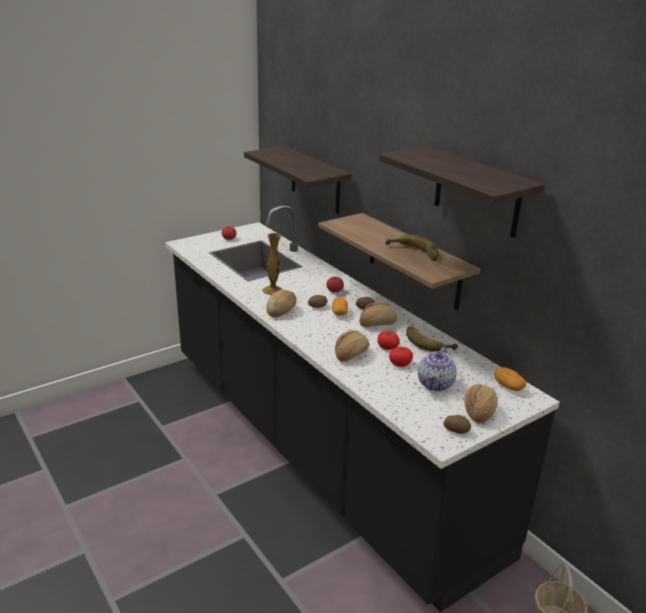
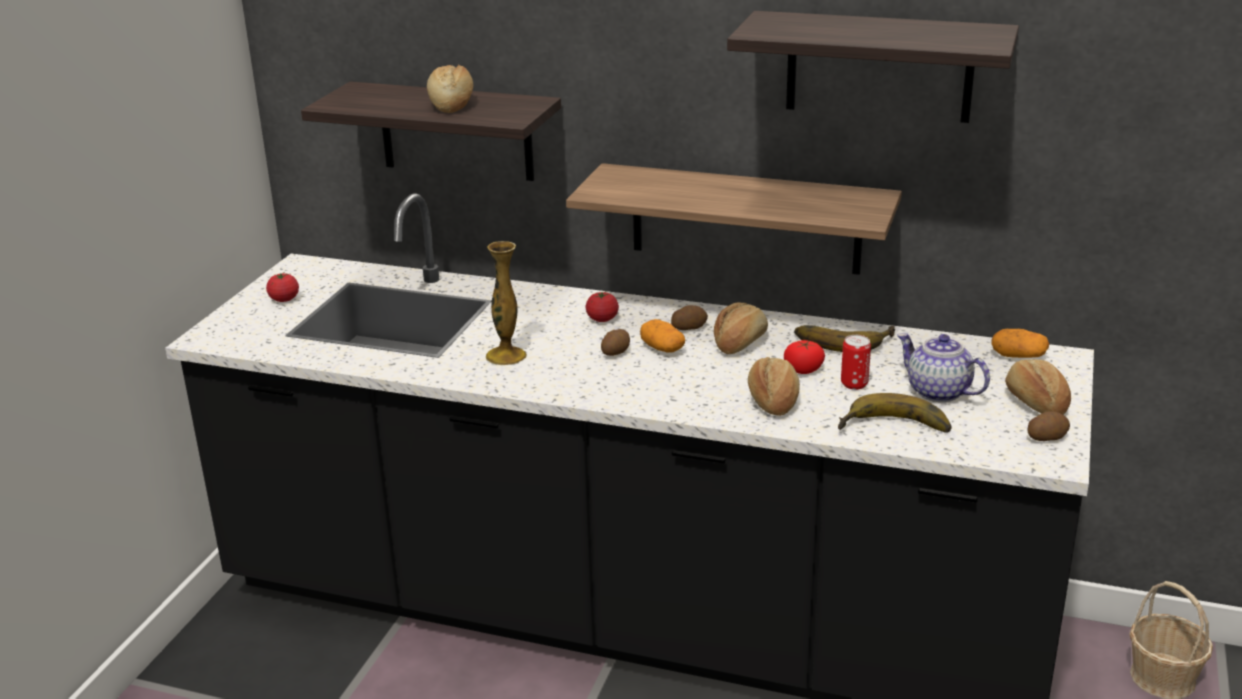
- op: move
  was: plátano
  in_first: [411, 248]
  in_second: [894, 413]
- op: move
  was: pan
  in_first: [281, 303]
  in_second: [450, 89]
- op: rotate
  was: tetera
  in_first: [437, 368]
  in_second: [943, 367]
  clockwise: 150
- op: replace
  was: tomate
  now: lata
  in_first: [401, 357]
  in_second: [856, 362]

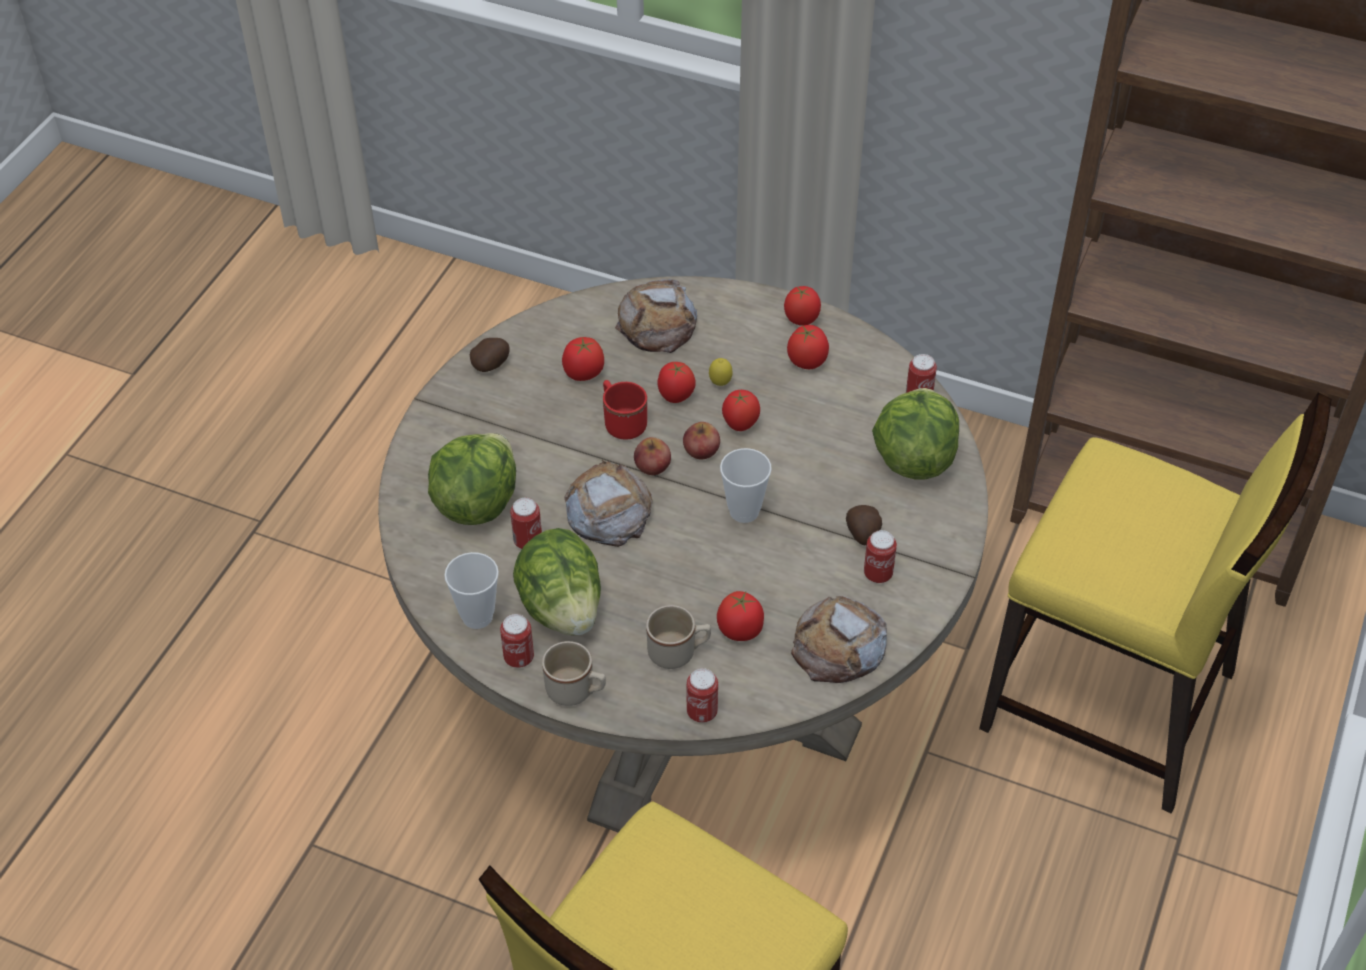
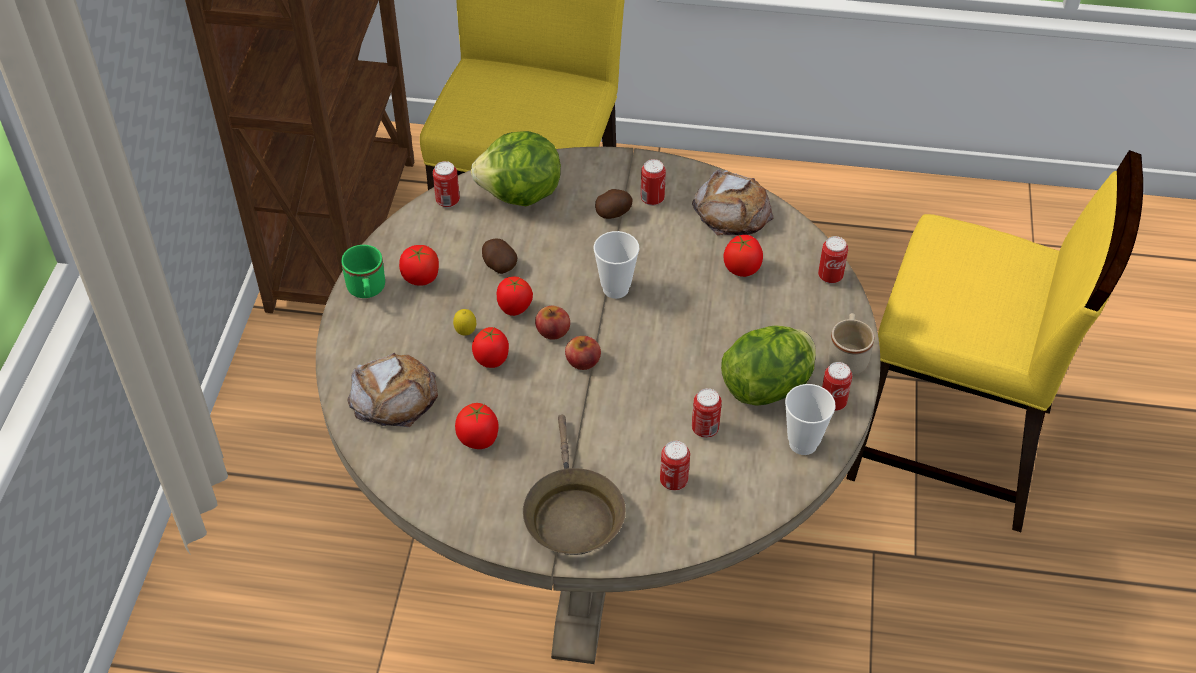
- op: replace
  was: tomate
  now: taza grande (verde)
  in_first: [802, 306]
  in_second: [363, 271]
- op: move
  was: patata
  in_first: [489, 355]
  in_second: [499, 256]
- op: delete
  was: taza grande (rojo)
  in_first: [625, 410]
- op: replace
  was: lechuga
  now: lata
  in_first: [472, 479]
  in_second: [675, 466]
- op: delete
  was: pan
  in_first: [608, 503]
- op: delete
  was: taza grande (beis)
  in_first: [678, 637]
- op: insert
  now: sartén (marrón)
  in_second: [574, 485]

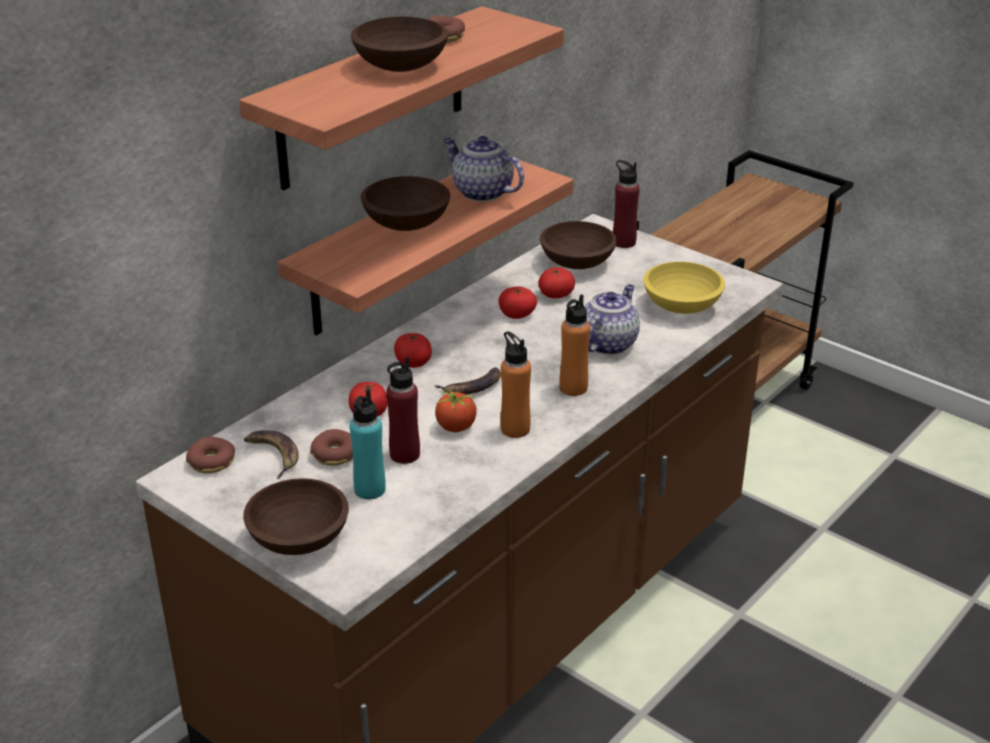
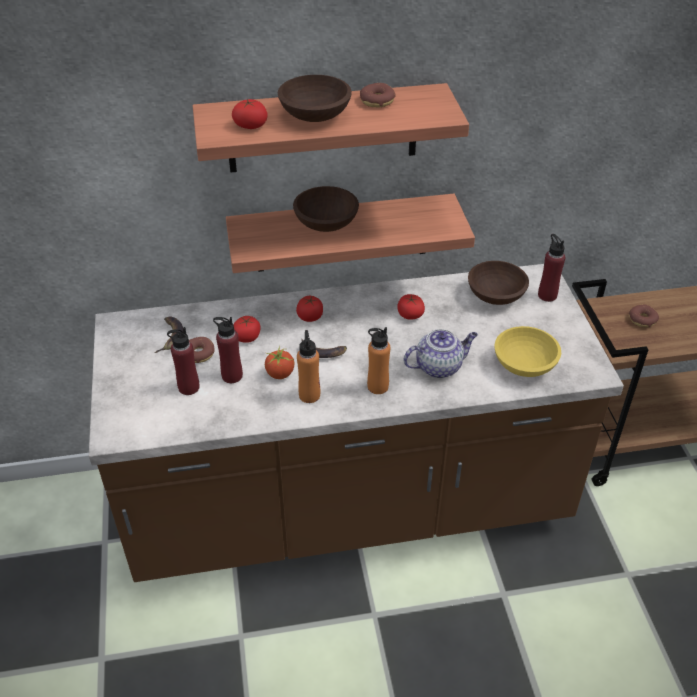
- op: delete
  was: tetera
  in_first: [483, 169]
- op: move
  was: tomate
  in_first: [556, 282]
  in_second: [250, 114]
- op: recolor
  was: botella (turquesa)
  now: botella (rojo)
  in_first: [367, 444]
  in_second: [183, 361]
- op: move
  was: rosquilla
  in_first: [210, 455]
  in_second: [644, 315]
- op: delete
  was: cuenco (marrón)
  in_first: [296, 516]

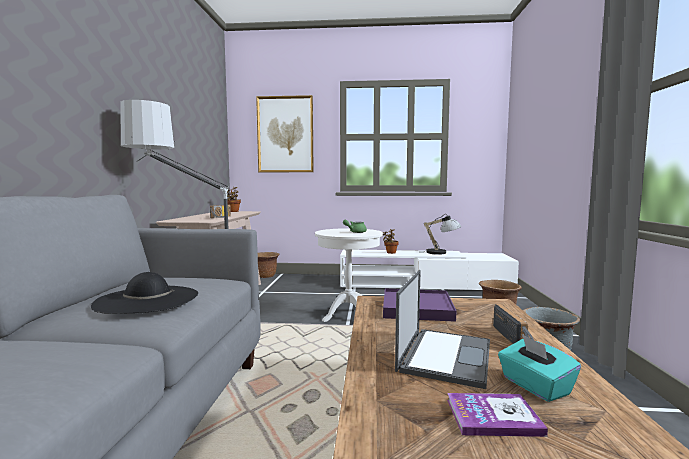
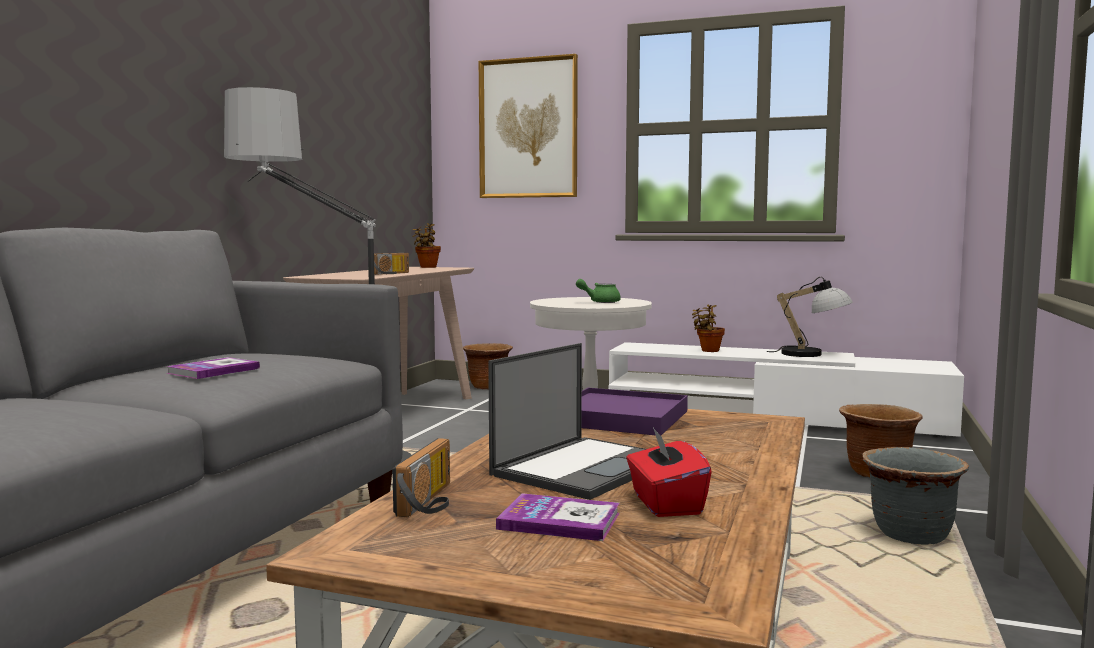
- op: replace
  was: sombrero (negro)
  now: libro
  in_first: [144, 293]
  in_second: [213, 368]
- op: move
  was: radio
  in_first: [513, 324]
  in_second: [421, 478]
- op: recolor
  was: caja de pañuelos (turquesa)
  now: caja de pañuelos (rojo)
  in_first: [539, 368]
  in_second: [669, 472]

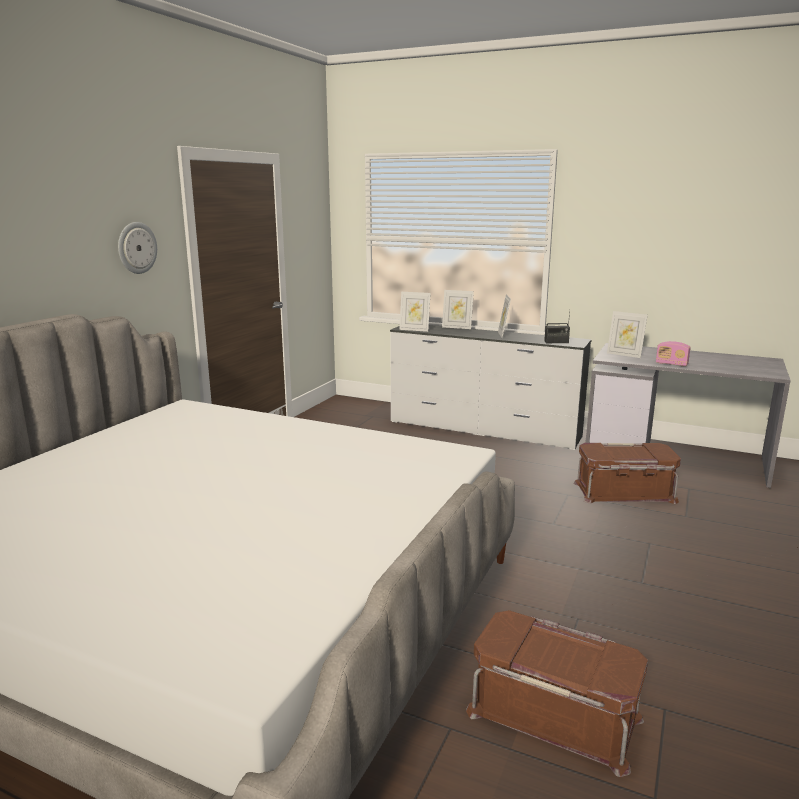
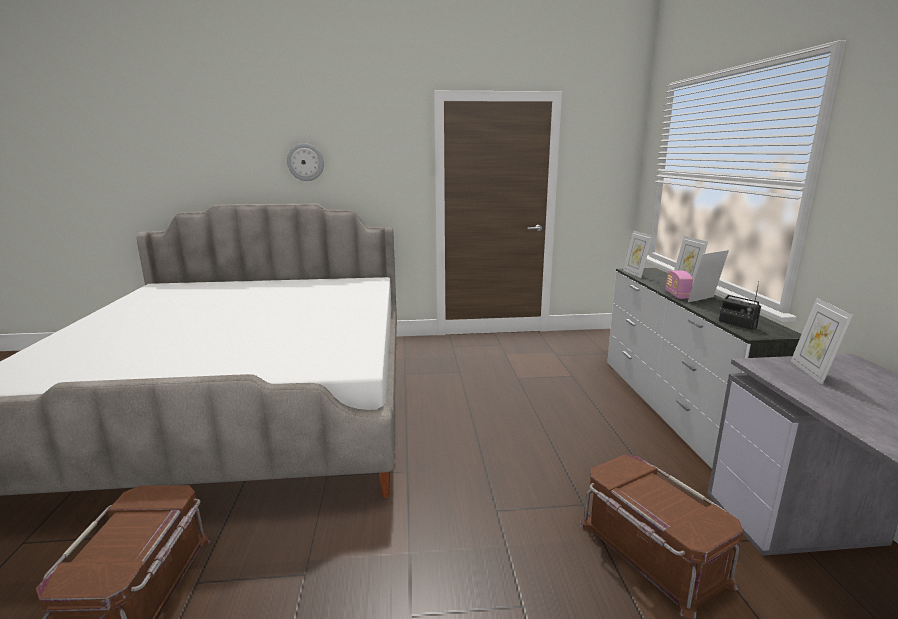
- op: move
  was: reloj de pared
  in_first: [137, 248]
  in_second: [305, 162]
- op: move
  was: radio
  in_first: [673, 354]
  in_second: [679, 285]

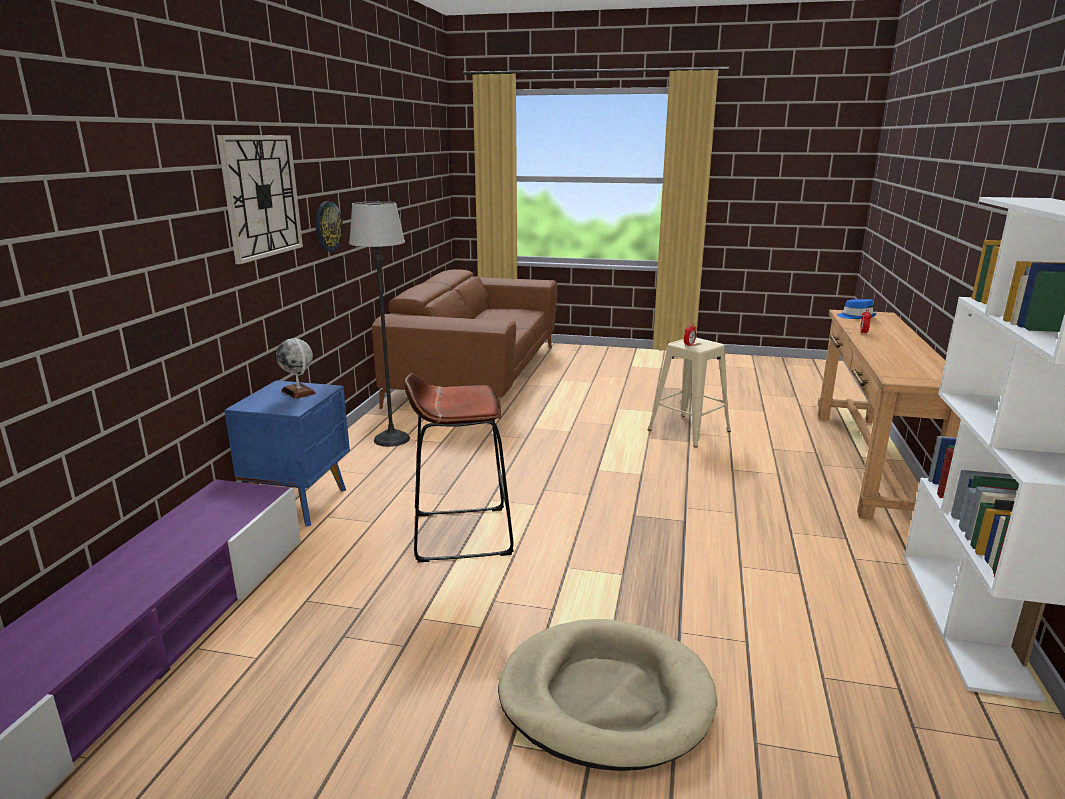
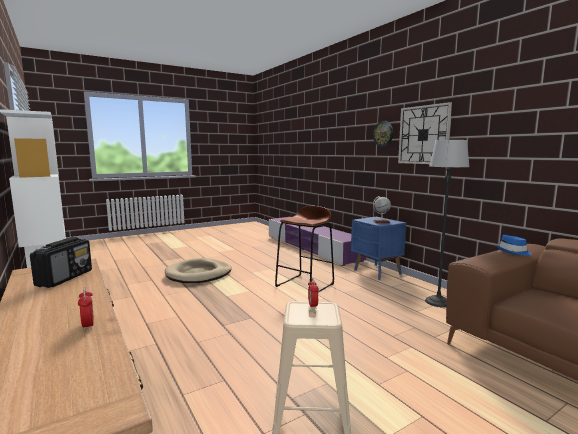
- op: move
  was: reloj de pared
  in_first: [329, 226]
  in_second: [383, 134]
- op: move
  was: sombrero (azul)
  in_first: [857, 309]
  in_second: [514, 245]
- op: insert
  now: radio
  in_second: [61, 262]

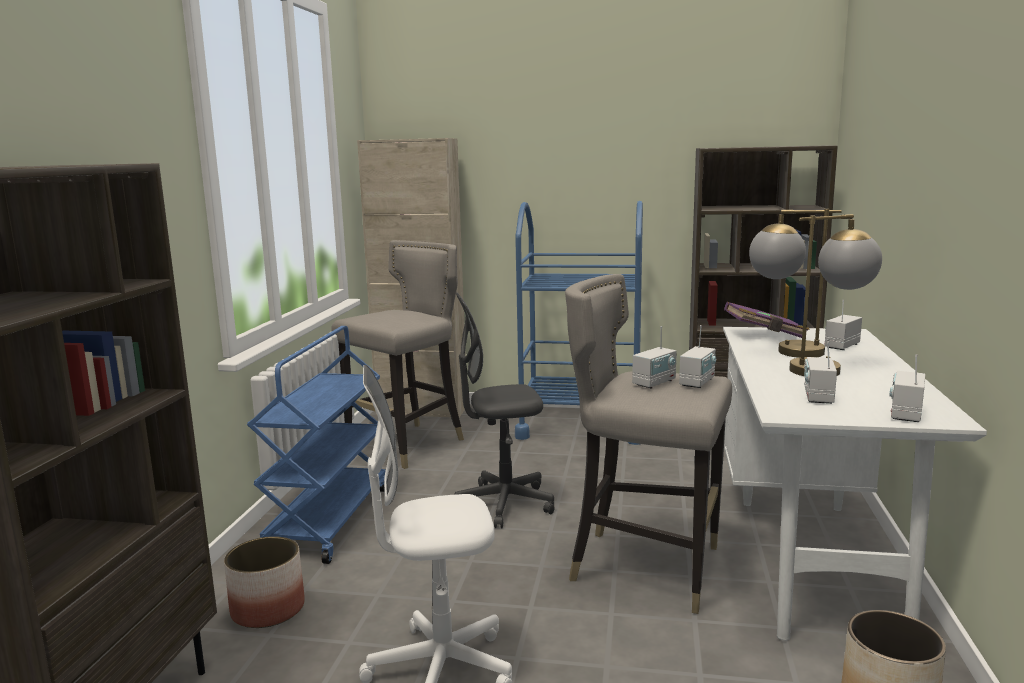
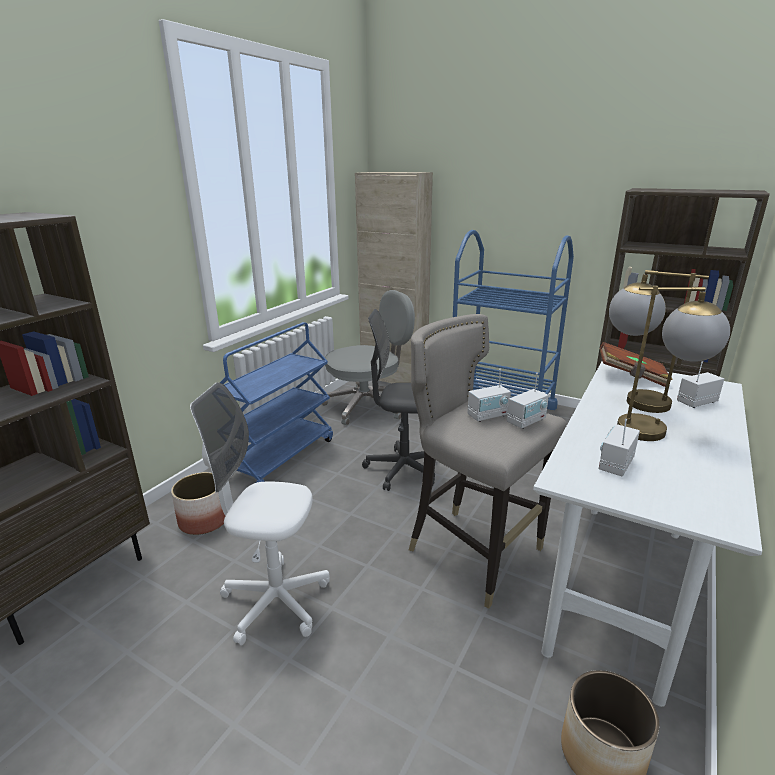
- op: replace
  was: taburete (gris)
  now: silla de oficina (gris)
  in_first: [397, 354]
  in_second: [368, 357]
- op: recolor
  was: libro (morado)
  now: libro (marrón)
  in_first: [767, 320]
  in_second: [636, 364]
- op: delete
  was: radio
  in_first: [907, 388]

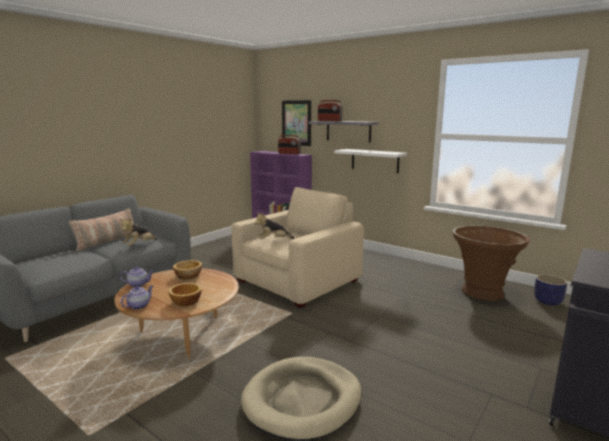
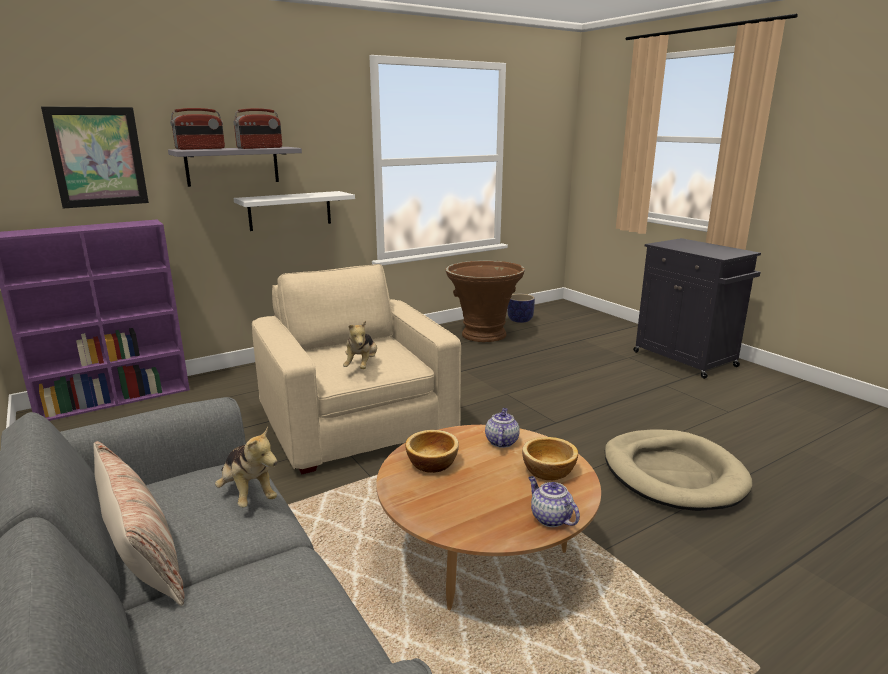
- op: move
  was: radio
  in_first: [289, 144]
  in_second: [258, 128]
- op: move
  was: tetera
  in_first: [137, 277]
  in_second: [502, 428]

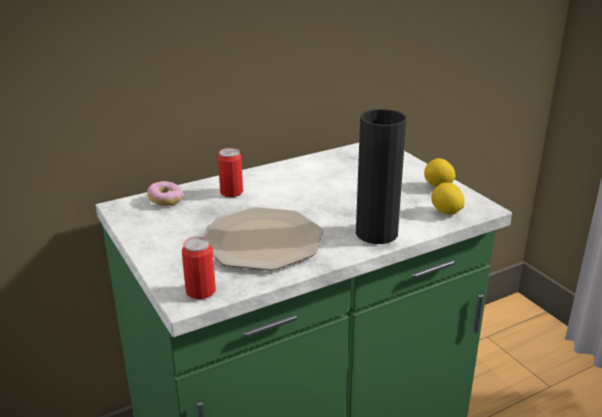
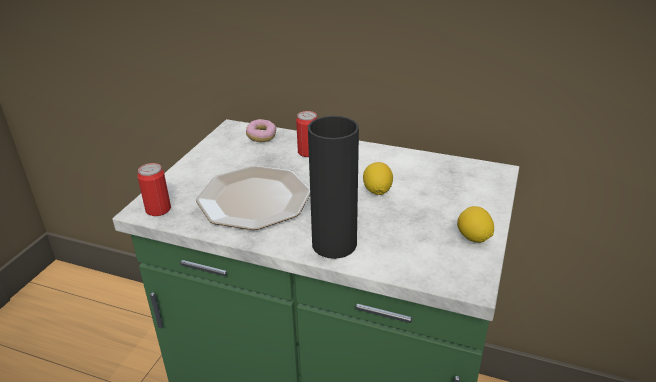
- op: move
  was: limón
  in_first: [448, 198]
  in_second: [378, 178]

